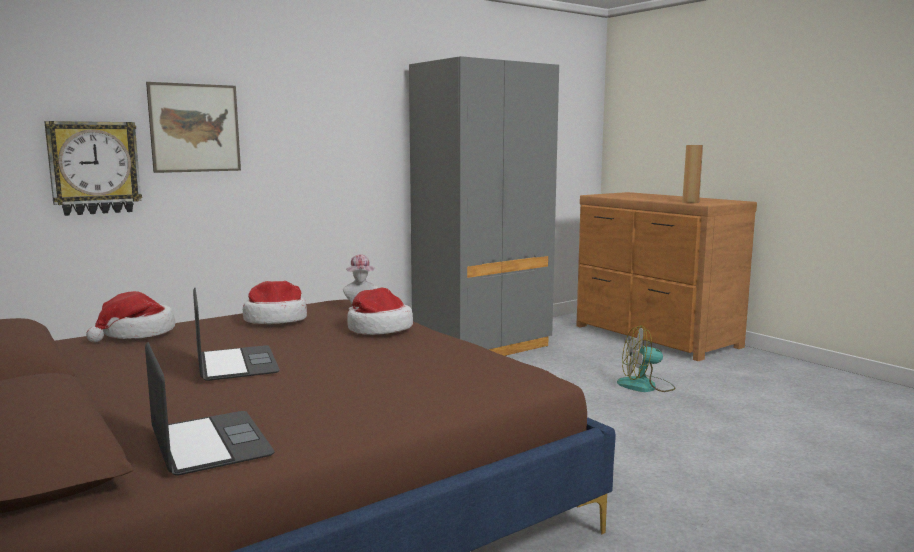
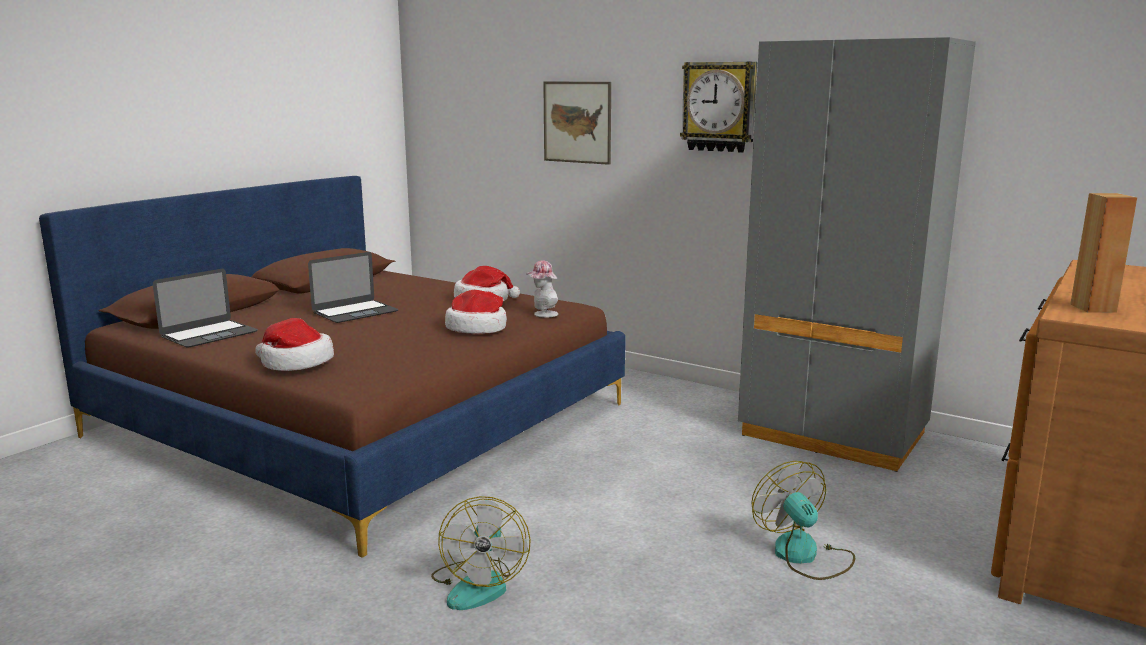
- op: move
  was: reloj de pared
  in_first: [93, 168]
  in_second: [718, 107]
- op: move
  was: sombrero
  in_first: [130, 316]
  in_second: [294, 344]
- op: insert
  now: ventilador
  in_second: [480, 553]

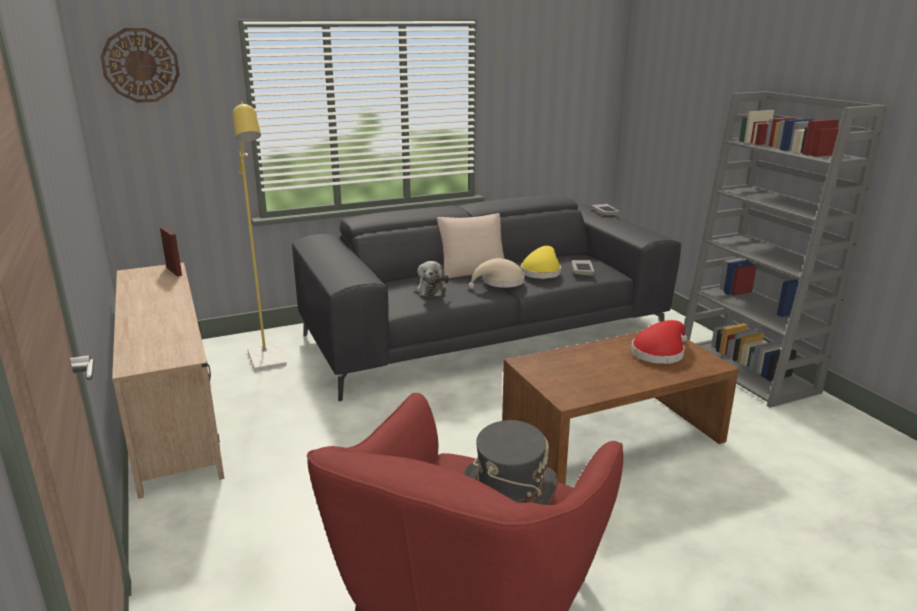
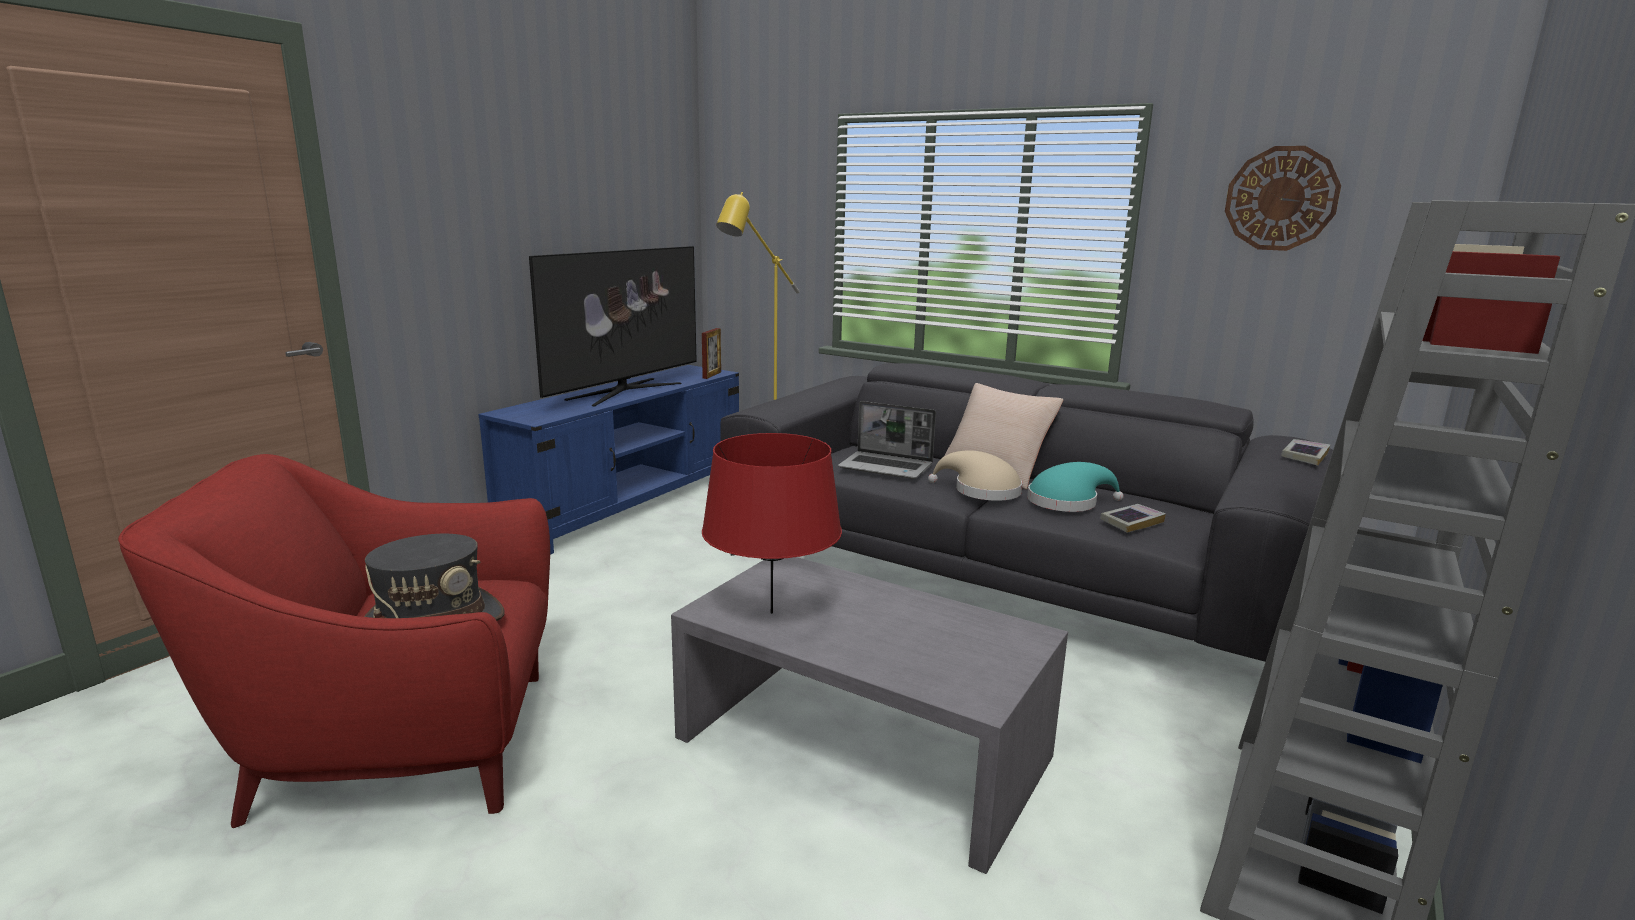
- op: move
  was: reloj de pared
  in_first: [140, 65]
  in_second: [1283, 198]
- op: recolor
  was: sombrero (amarillo)
  now: sombrero (turquesa)
  in_first: [541, 262]
  in_second: [1075, 487]
- op: replace
  was: peluche
  now: portátil
  in_first: [432, 279]
  in_second: [887, 440]
- op: recolor
  was: mueble de televisión (beis)
  now: mueble de televisión (azul)
  in_first: [168, 380]
  in_second: [608, 460]
- op: delete
  was: sombrero (rojo)
  in_first: [659, 342]
- op: recolor
  was: mesa de centro (marrón)
  now: mesa de centro (gris)
  in_first: [620, 408]
  in_second: [869, 715]
- op: insert
  now: televisor
  in_second: [613, 326]
- op: insert
  now: lámpara de mesa (rojo)
  in_second: [772, 523]

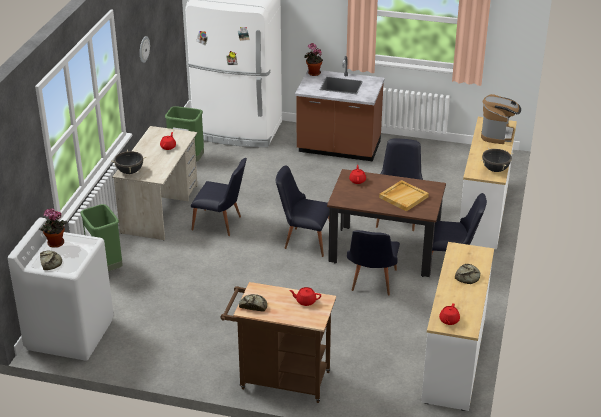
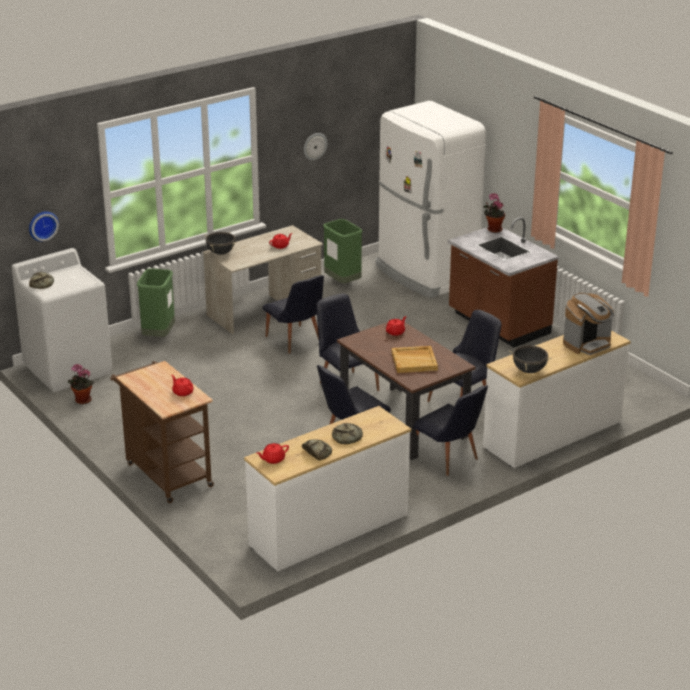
- op: move
  was: planta en maceta
  in_first: [53, 228]
  in_second: [81, 384]
- op: move
  was: pan
  in_first: [253, 302]
  in_second: [317, 450]
- op: insert
  now: reloj de pared
  in_second: [44, 226]

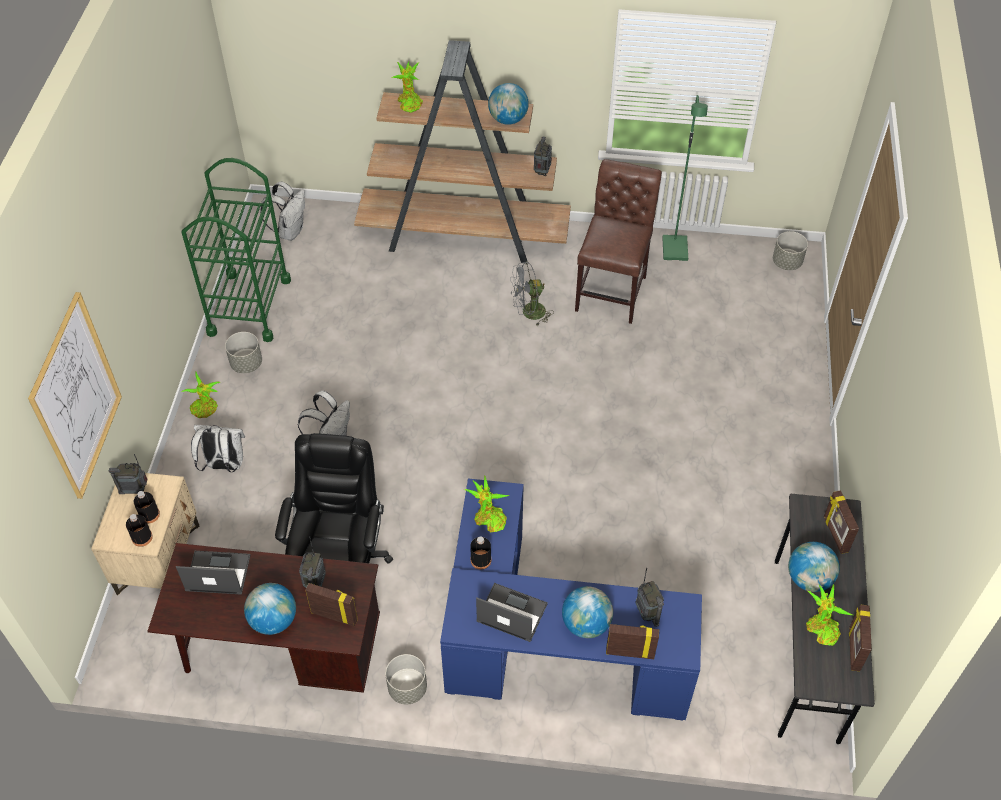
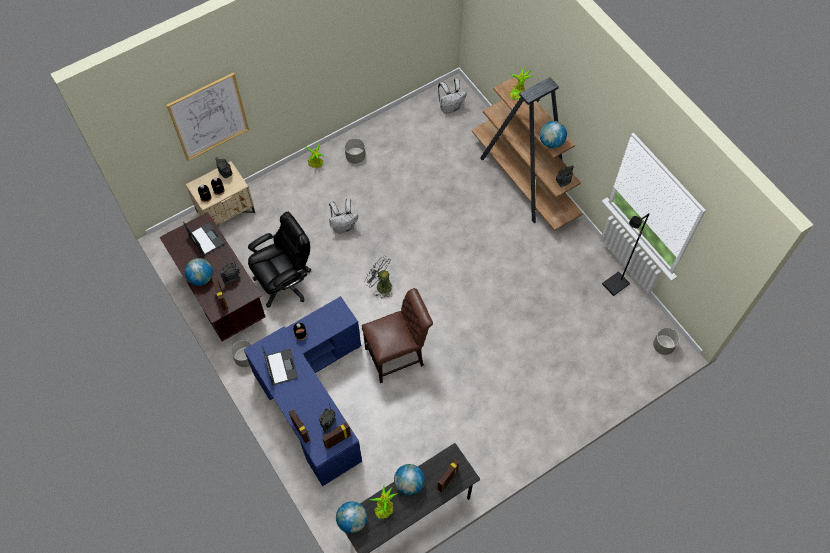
- op: recolor
  was: lámpara de pie (verde)
  now: lámpara de pie (negro)
  in_first: [685, 178]
  in_second: [625, 254]
- op: delete
  was: carrito (verde)
  in_first: [236, 250]
- op: move
  was: silla (marrón)
  in_first: [618, 241]
  in_second: [397, 335]
- op: move
  was: ventilador (gris)
  in_first: [532, 294]
  in_second: [378, 277]
- op: delete
  was: mochila (blanco)
  in_first: [218, 448]
- op: delete
  was: planta en maceta
  in_first: [486, 503]
- op: move
  was: globo terráqueo
  in_first: [587, 612]
  in_second: [351, 517]
- op: move
  was: portarretratos
  in_first: [860, 638]
  in_second: [336, 436]

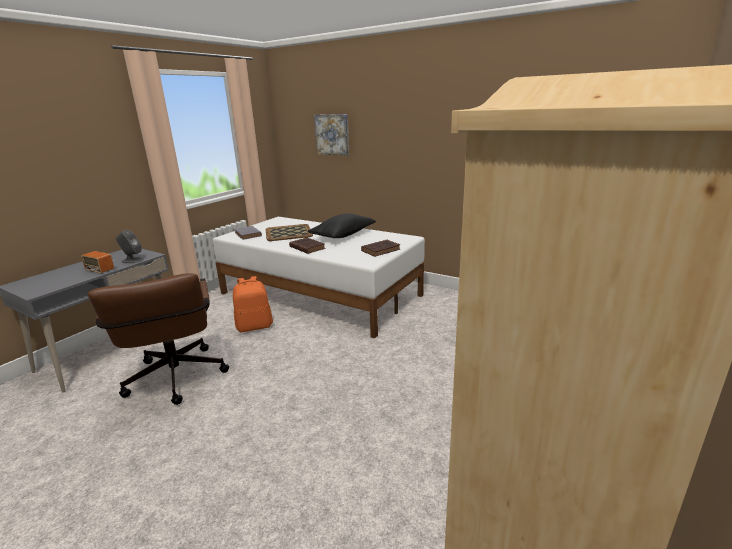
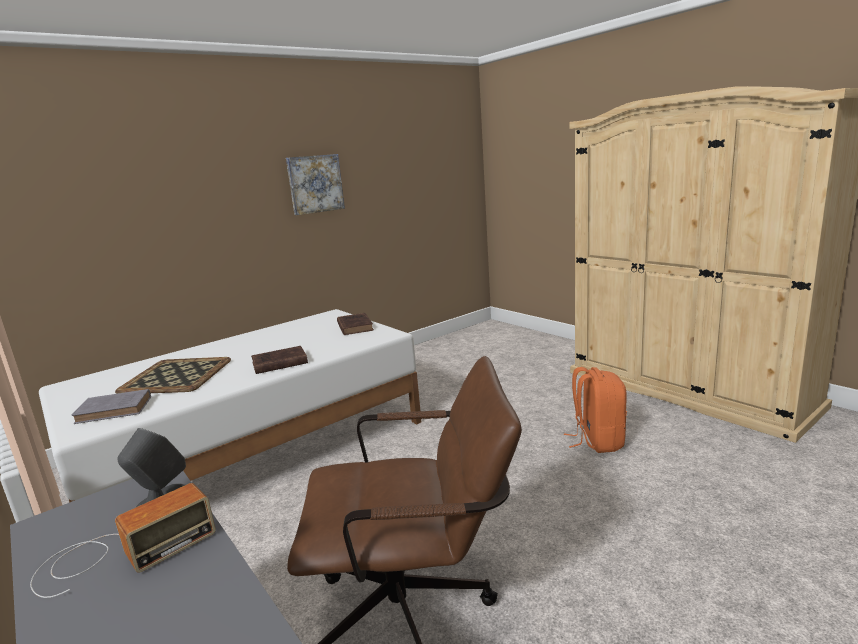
- op: move
  was: cuadro
  in_first: [332, 135]
  in_second: [315, 184]
- op: delete
  was: cojín (negro)
  in_first: [342, 225]
- op: move
  was: mochila (naranja)
  in_first: [253, 304]
  in_second: [595, 410]

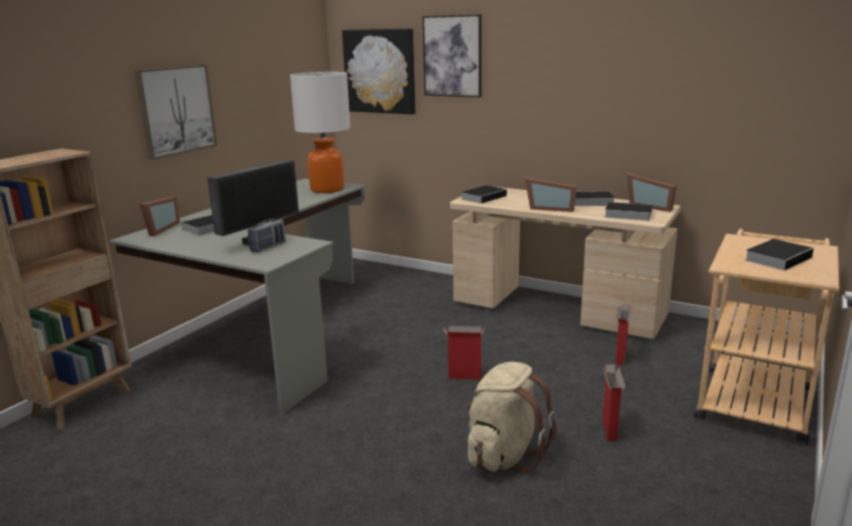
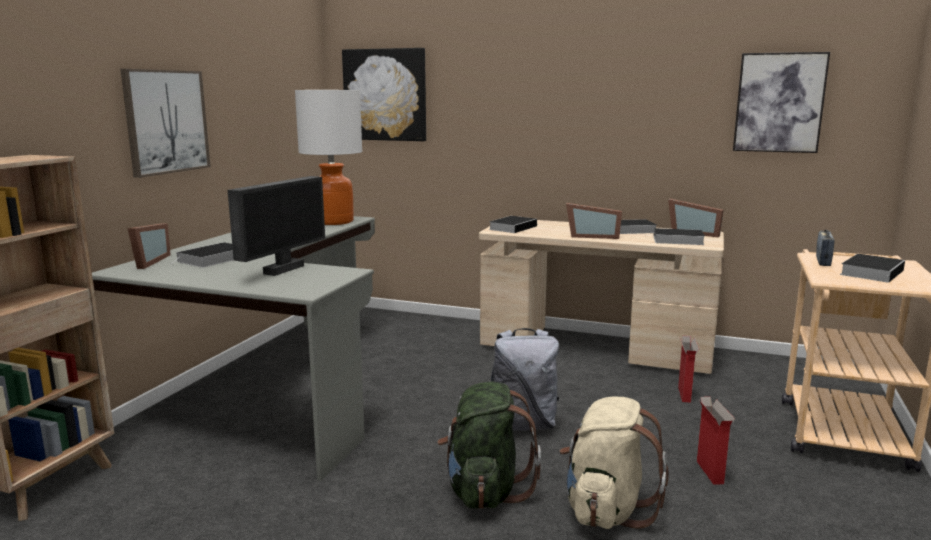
- op: move
  was: cuadro
  in_first: [452, 55]
  in_second: [781, 102]
- op: move
  was: radio
  in_first: [266, 235]
  in_second: [825, 248]
- op: replace
  was: caja de cartón
  now: mochila (gris)
  in_first: [463, 353]
  in_second: [525, 379]
- op: insert
  now: mochila (verde)
  in_second: [489, 445]

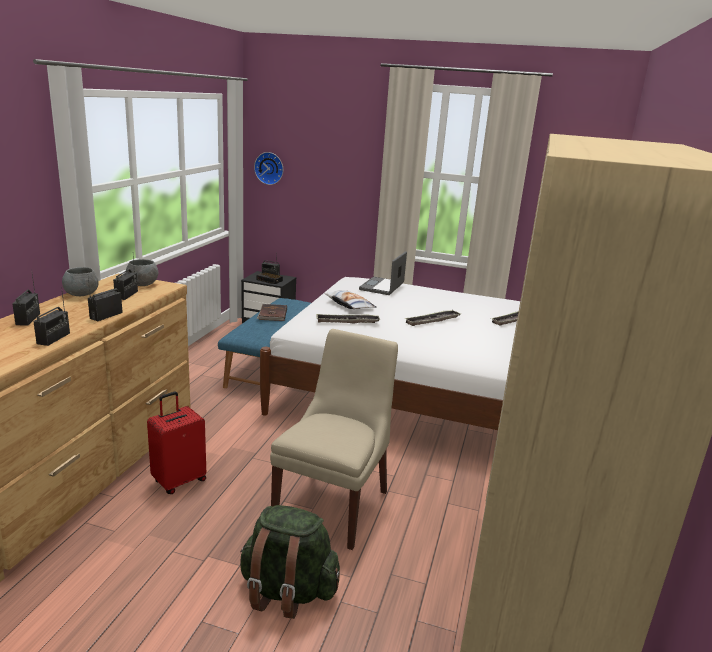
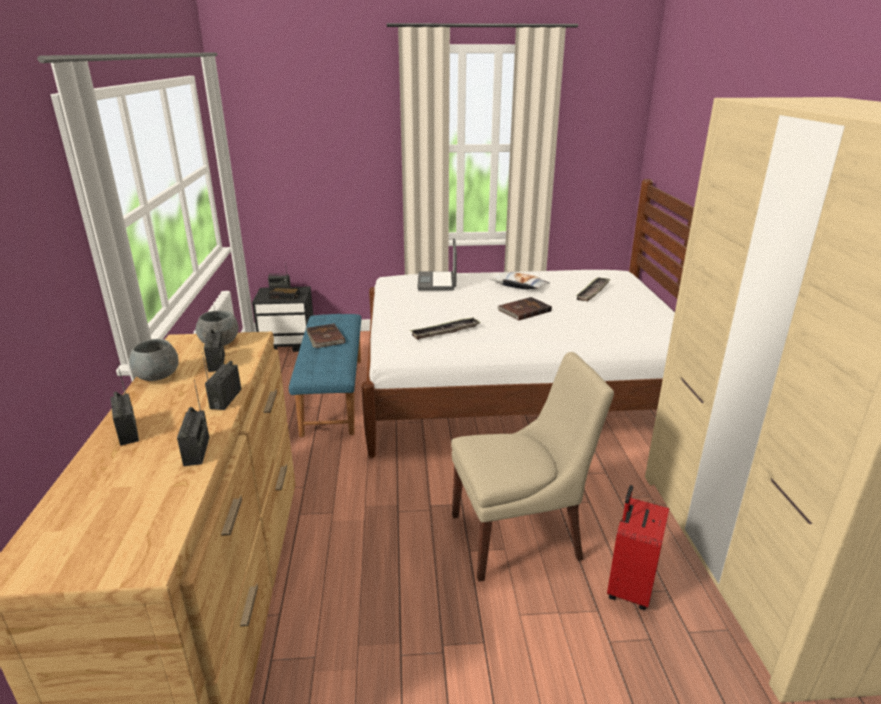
- op: delete
  was: reloj de pared
  in_first: [268, 168]
- op: move
  was: cojín
  in_first: [350, 299]
  in_second: [520, 281]
- op: replace
  was: bandeja
  now: libro (marrón)
  in_first: [432, 318]
  in_second: [524, 309]
- op: rotate
  was: silla (beis)
  in_first: [334, 439]
  in_second: [532, 467]
  clockwise: 75
- op: move
  was: maleta (rojo)
  in_first: [176, 443]
  in_second: [638, 547]
- op: delete
  was: mochila (verde)
  in_first: [290, 562]

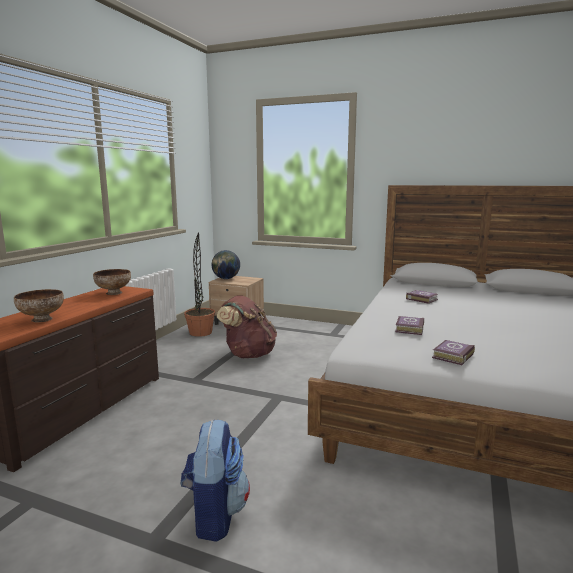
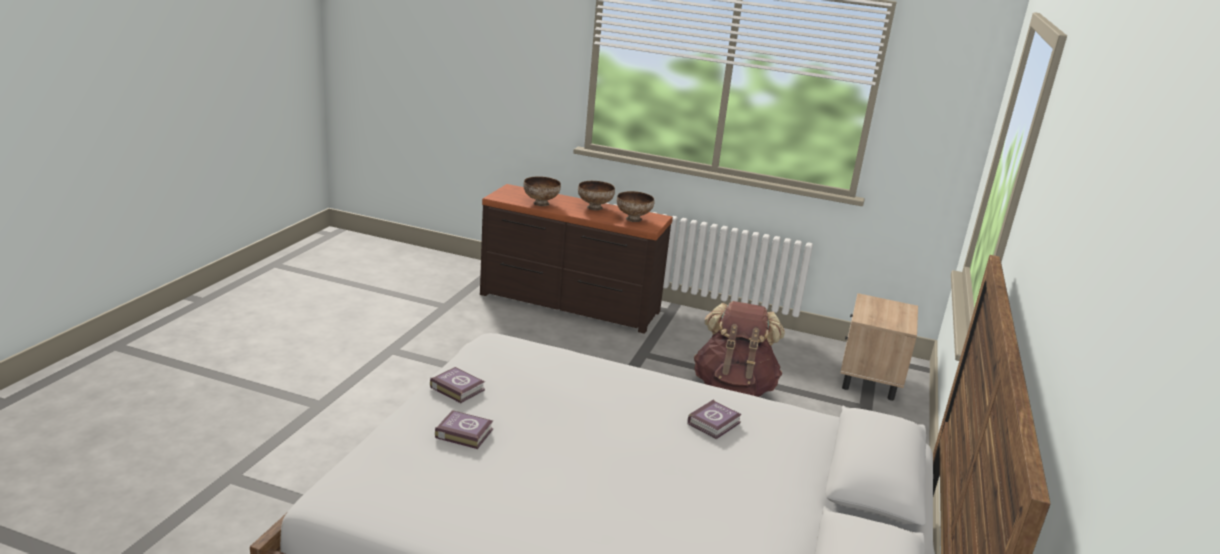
- op: delete
  was: planta en maceta
  in_first: [199, 284]
- op: delete
  was: globo terráqueo
  in_first: [226, 264]
- op: move
  was: libro
  in_first: [409, 325]
  in_second: [464, 429]
- op: delete
  was: mochila
  in_first: [215, 481]
- op: insert
  now: cuenco
  in_second: [596, 195]

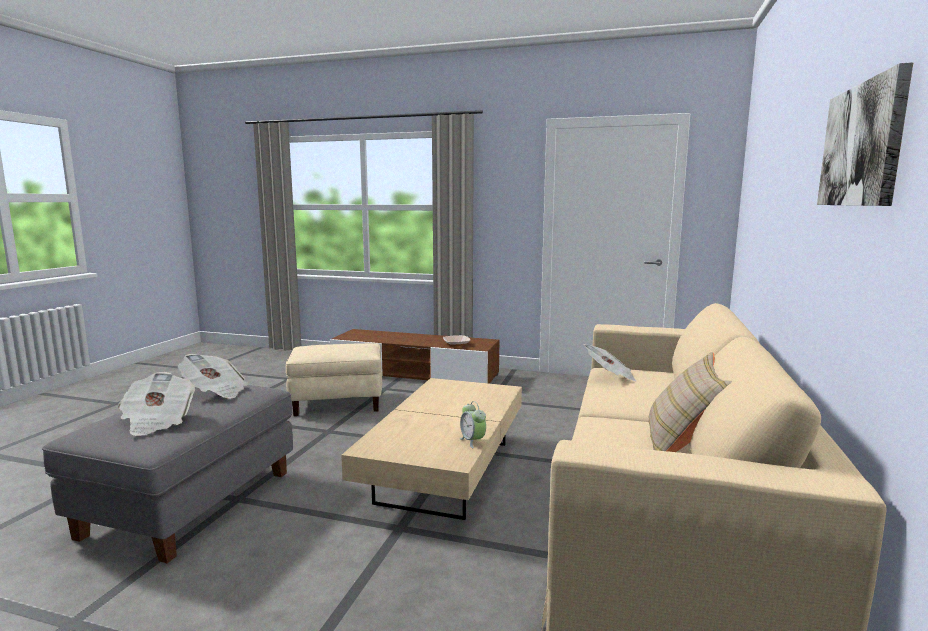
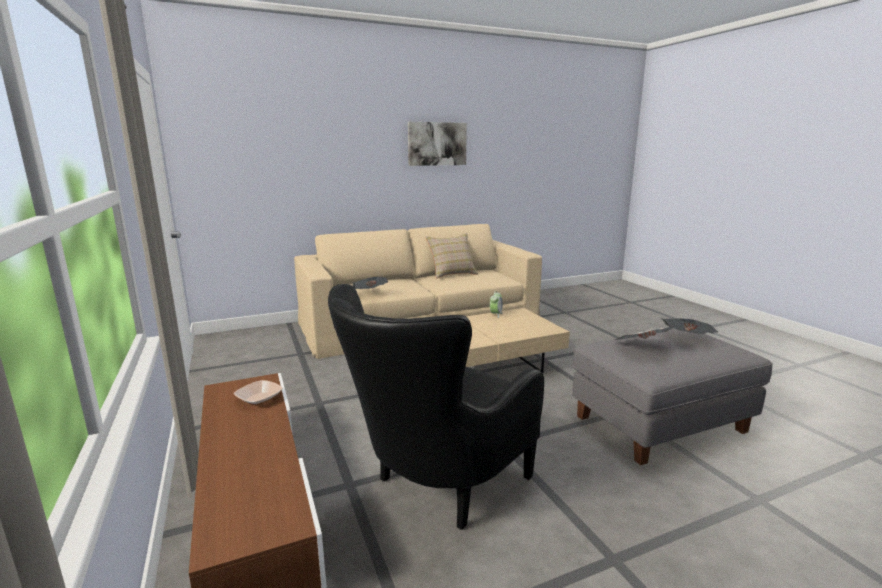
- op: replace
  was: puf (beis)
  now: sillón (negro)
  in_first: [334, 379]
  in_second: [436, 407]

